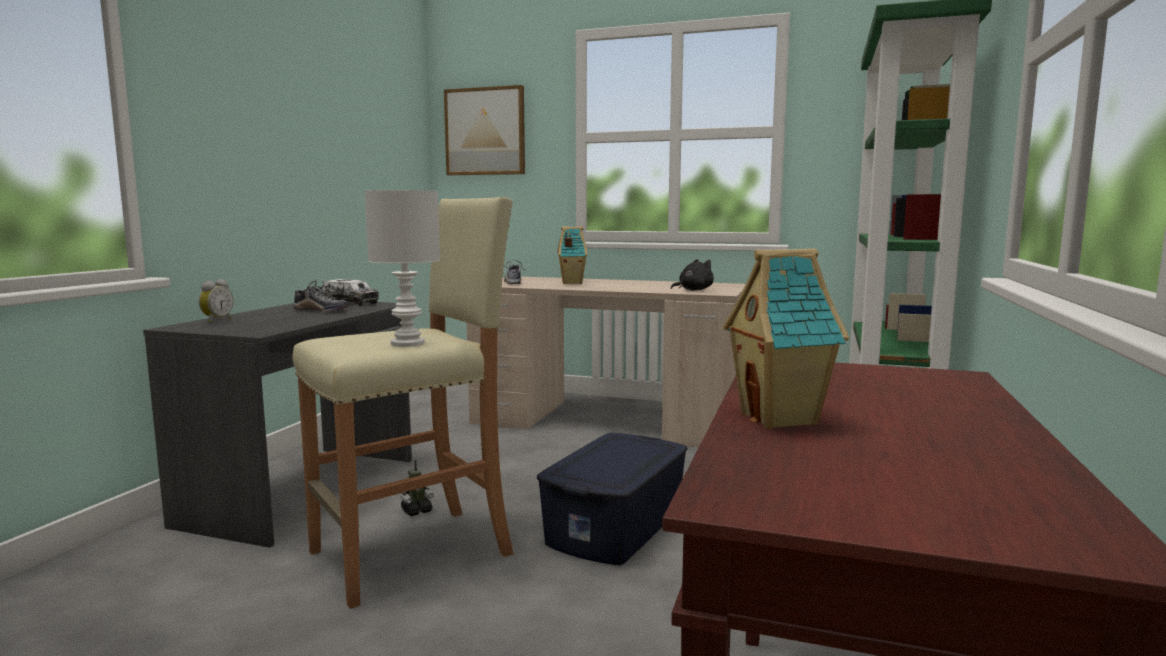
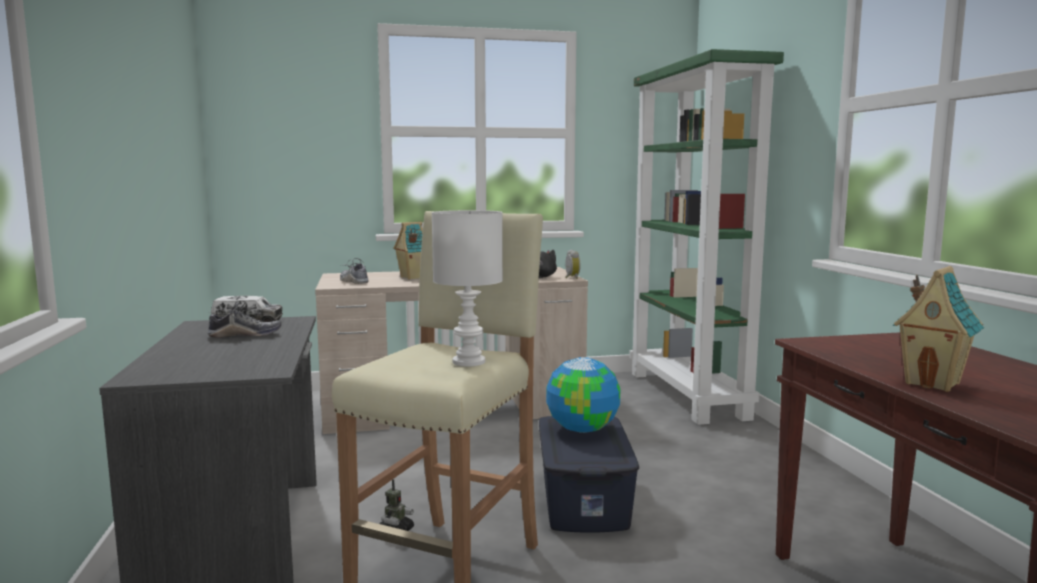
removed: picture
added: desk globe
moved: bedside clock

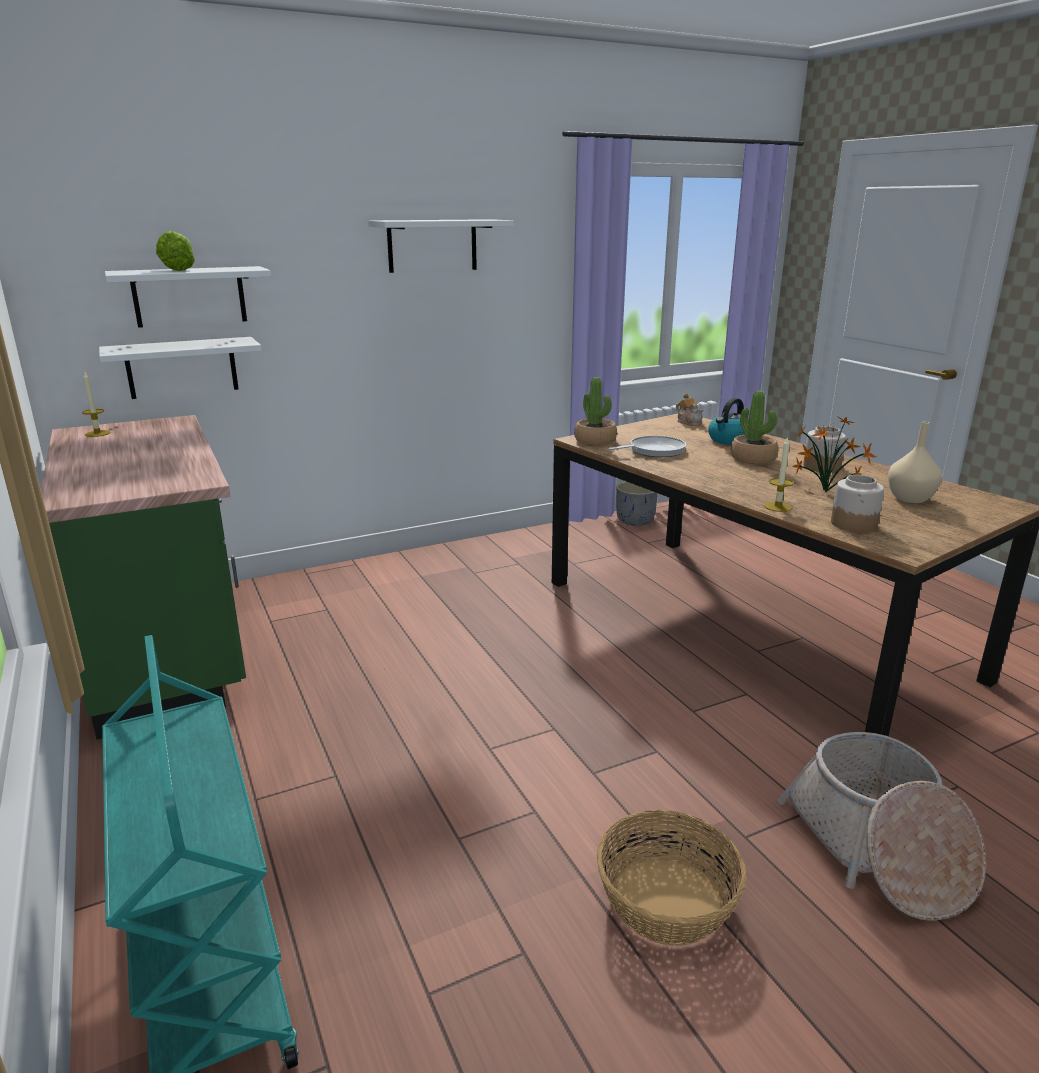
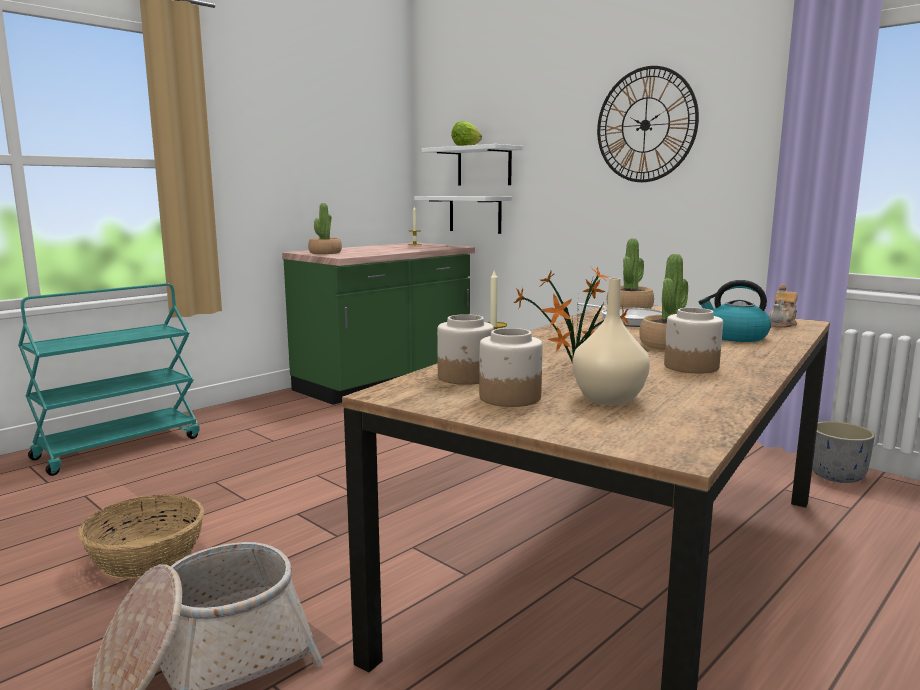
added: plant in a pot (1st from left); preserve jar (2nd from left)
replaced: whitish wall shelf (3rd from left) to wall clock

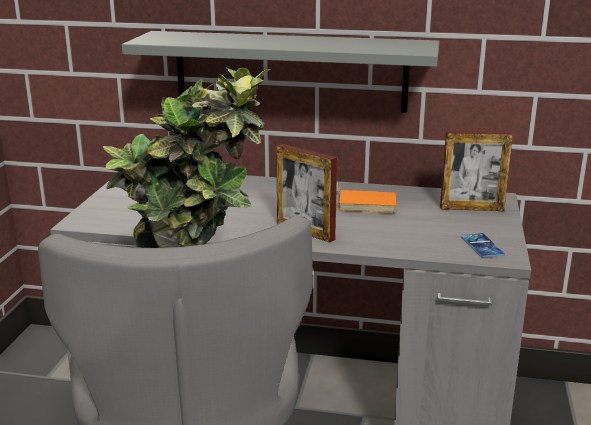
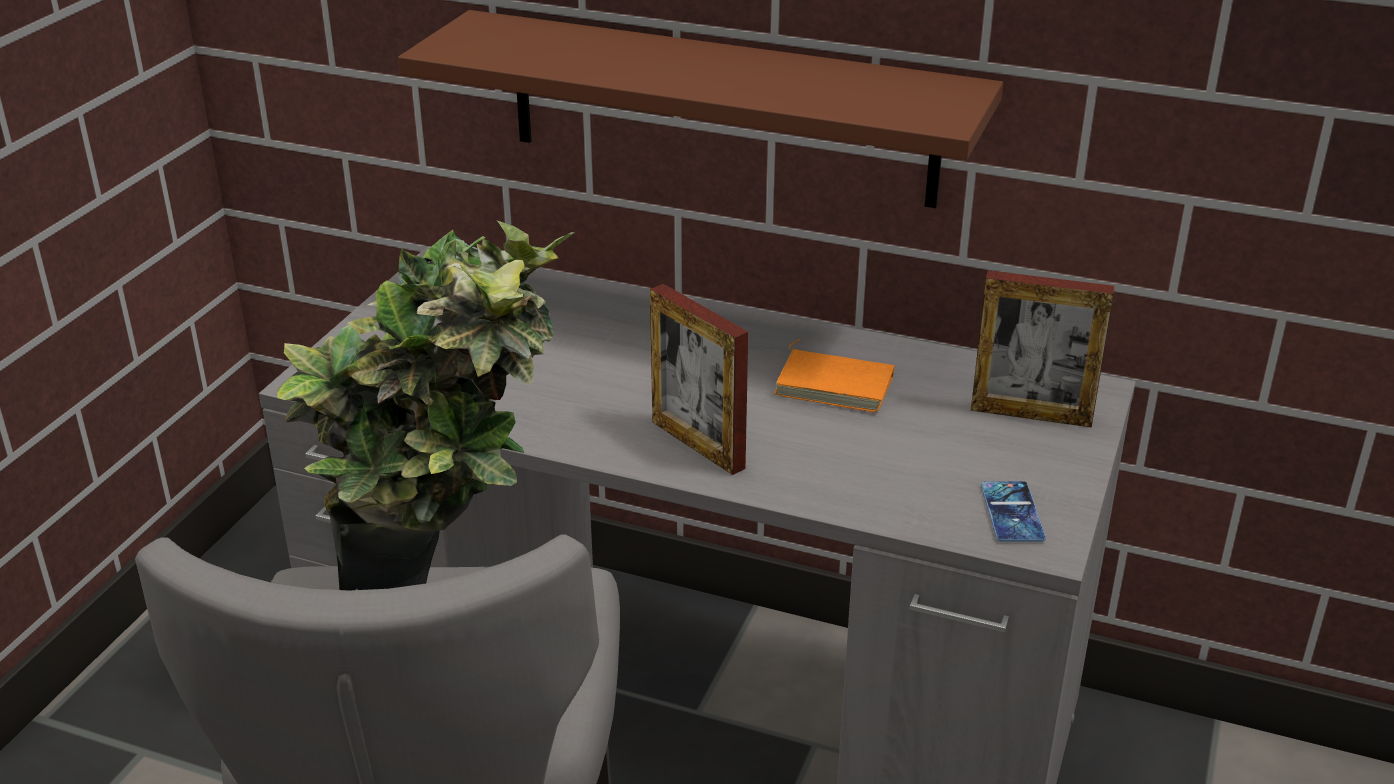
recoloured: gray wall shelf to brown wall shelf

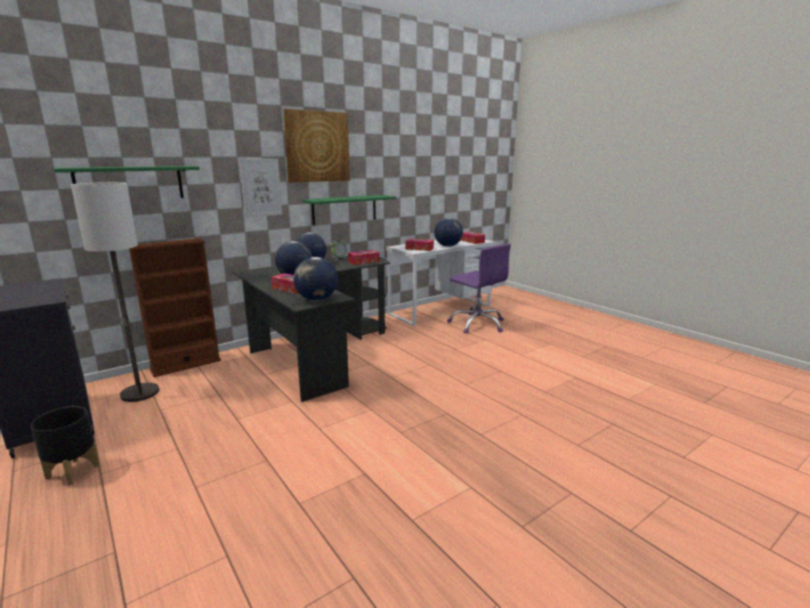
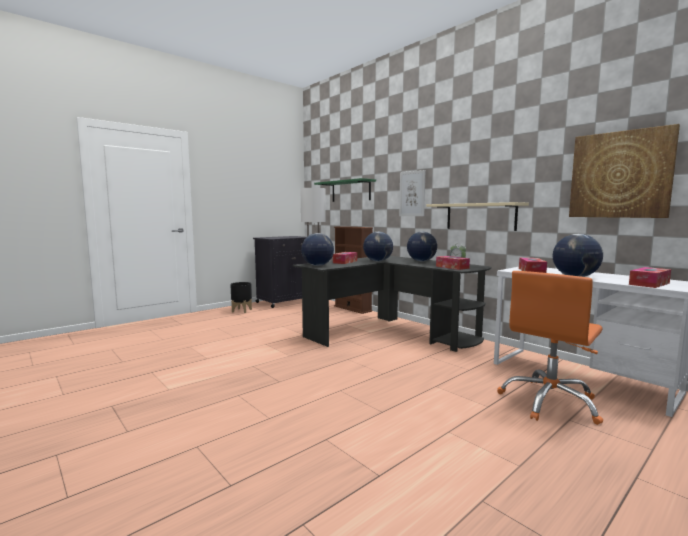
moved: picture (2nd from left)
recoloured: greenish wall shelf (2nd from left) to beige-coloured wall shelf; purplish desk chair to orange desk chair

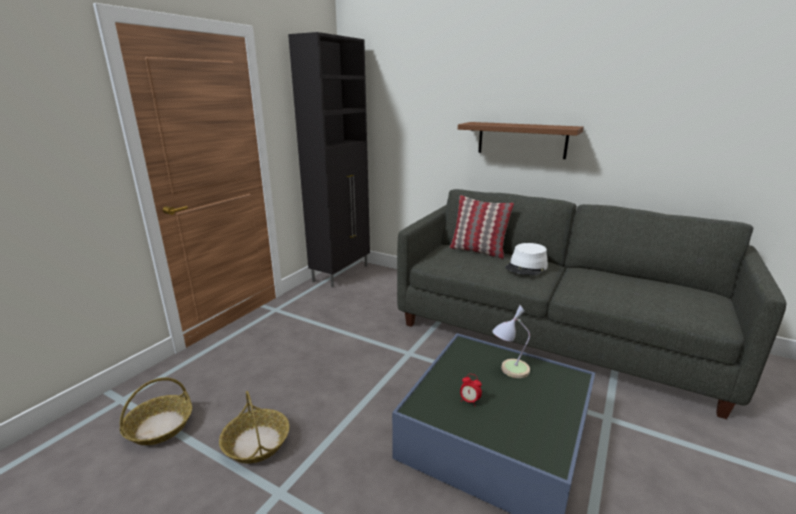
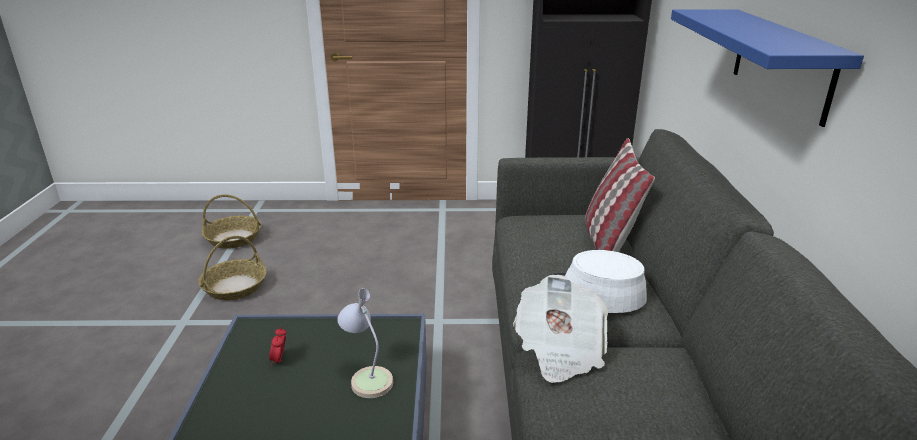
added: printed paper
recoloured: brown wall shelf to bluish wall shelf

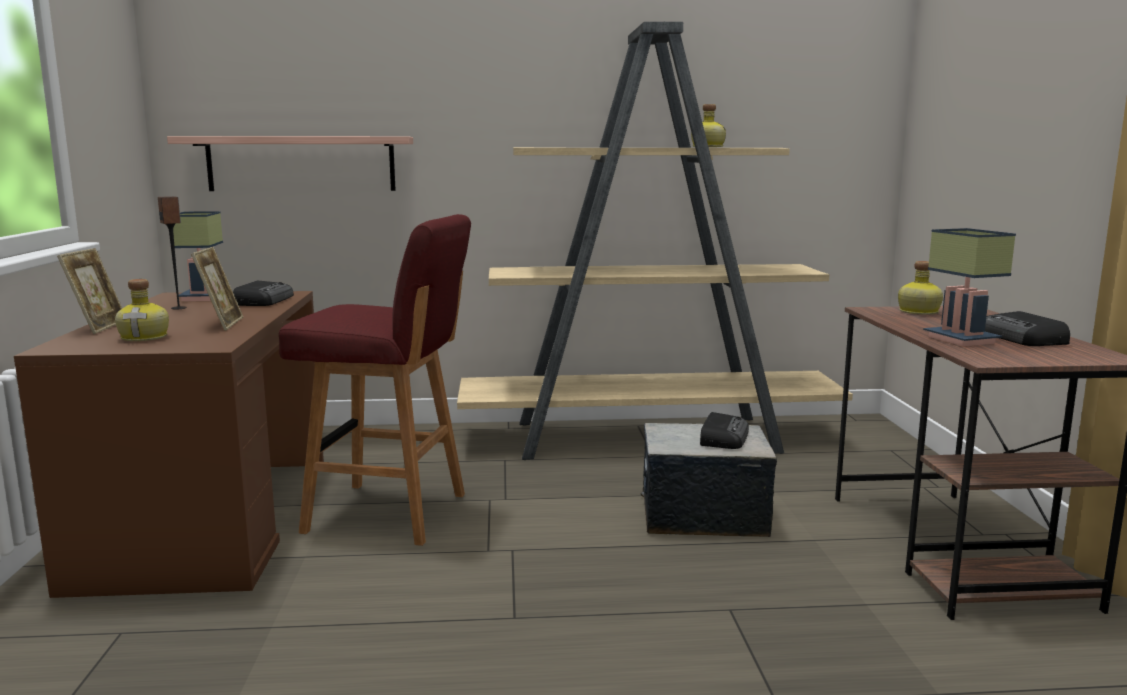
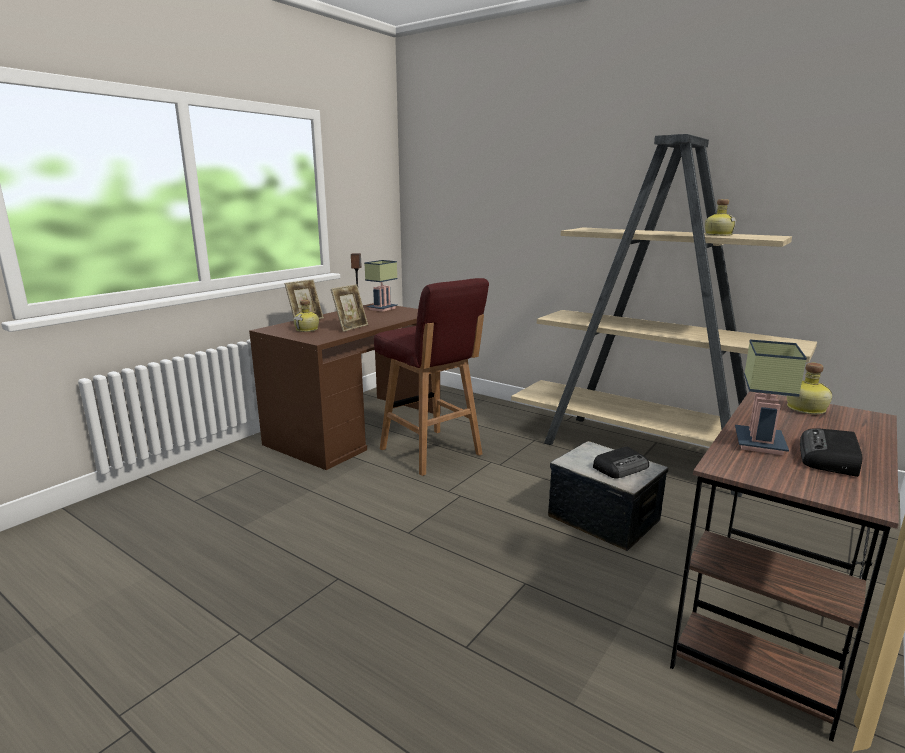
removed: wall shelf; radio set (1st from left)

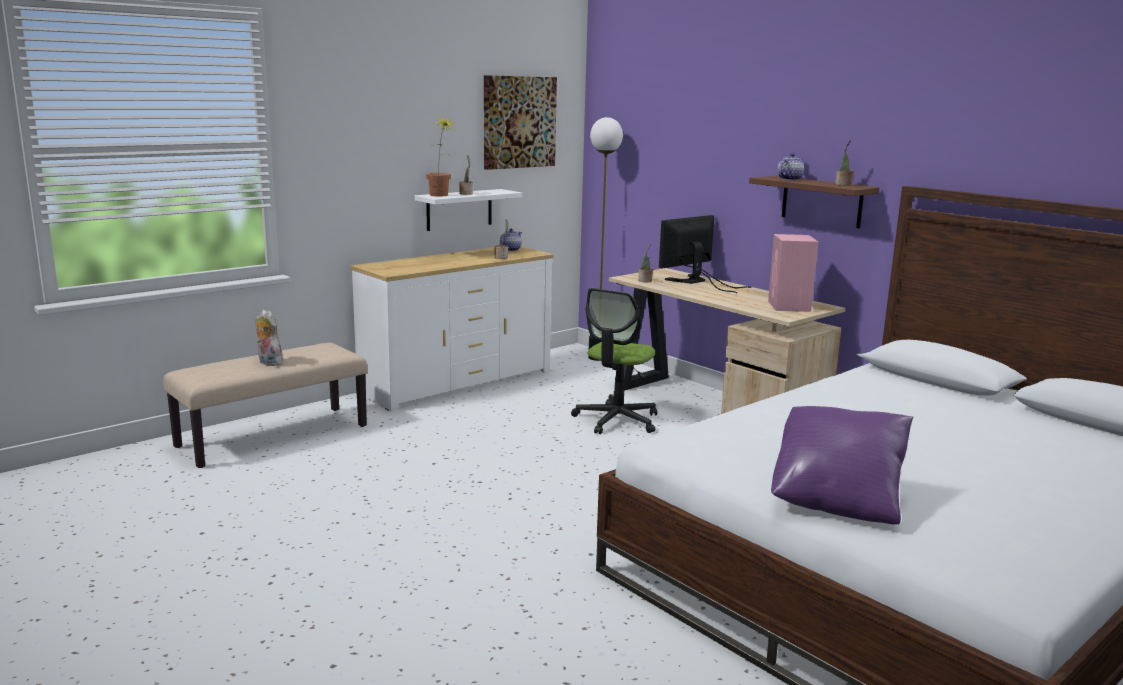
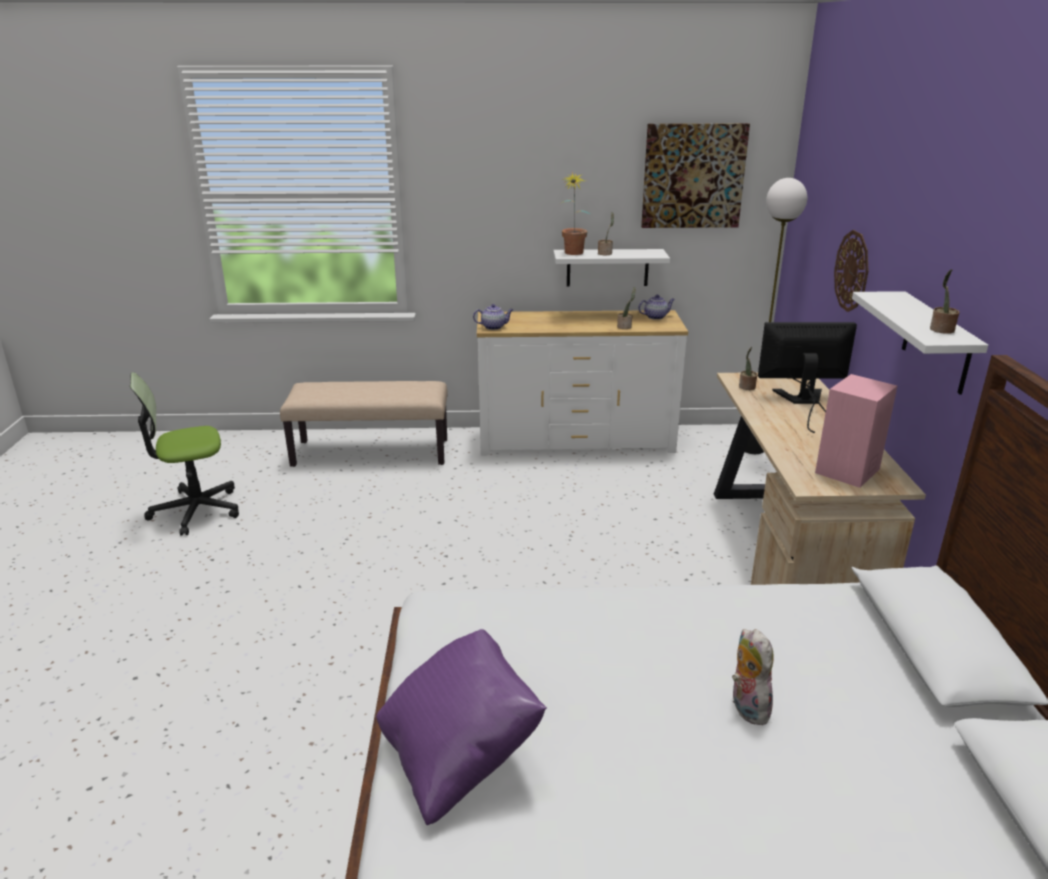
added: wall clock
moved: cuddly toy; desk chair; teapot (2nd from left in the first image) to teapot (1st from left)
recoloured: brown wall shelf to whitish wall shelf (2nd from left)

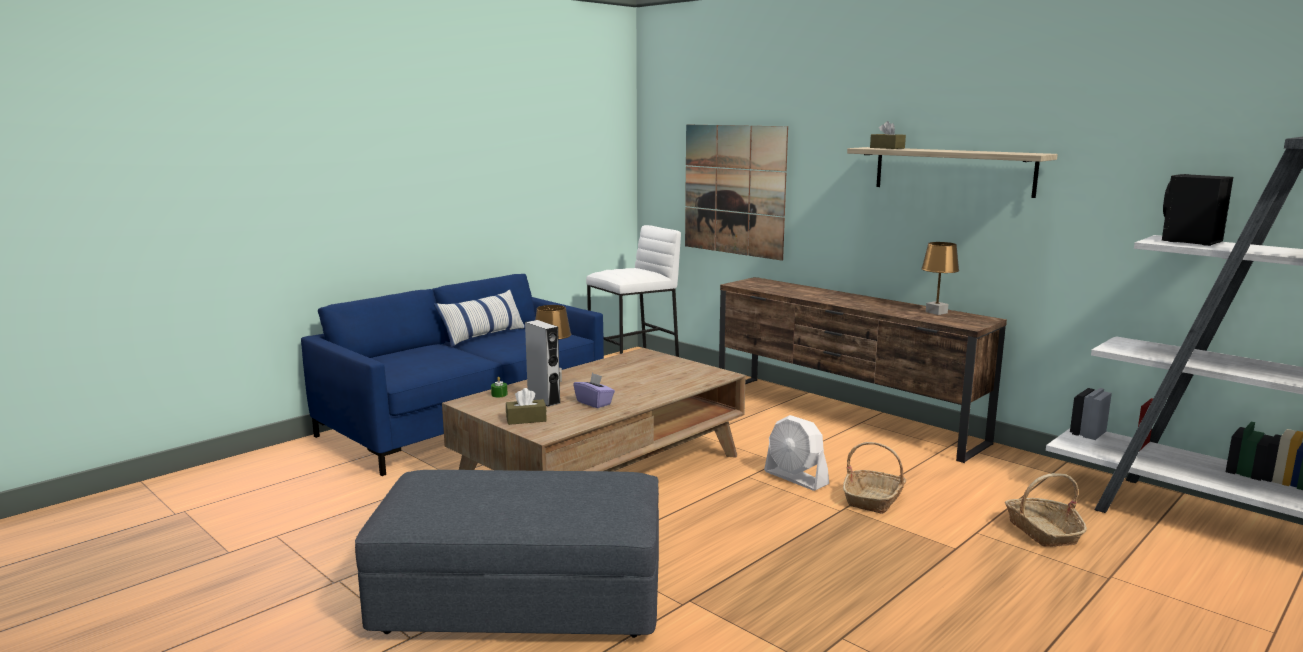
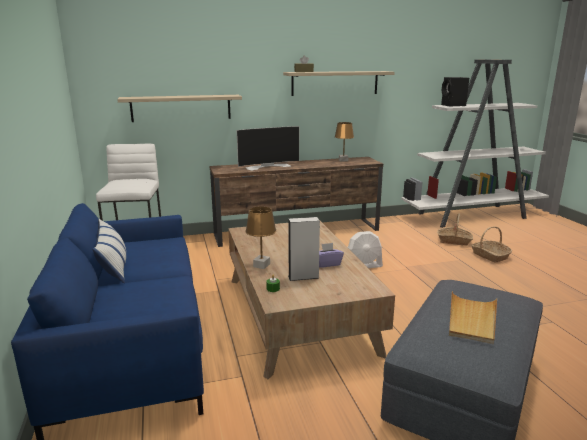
removed: brown tissue holder (1st from left)
added: TV; beige-coloured carrying tray
moved: household basket (1st from left in the first image) to household basket (2nd from left)
replaced: picture to wall shelf (1st from left)

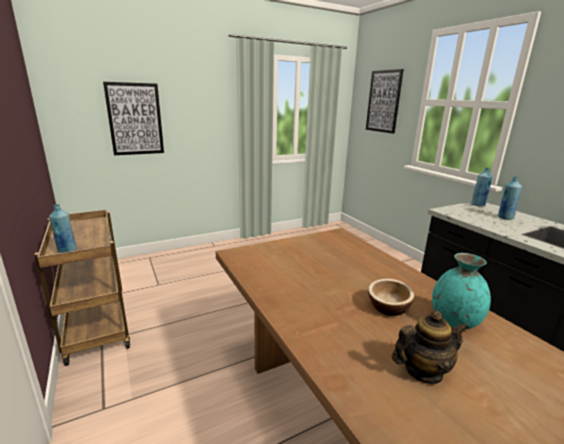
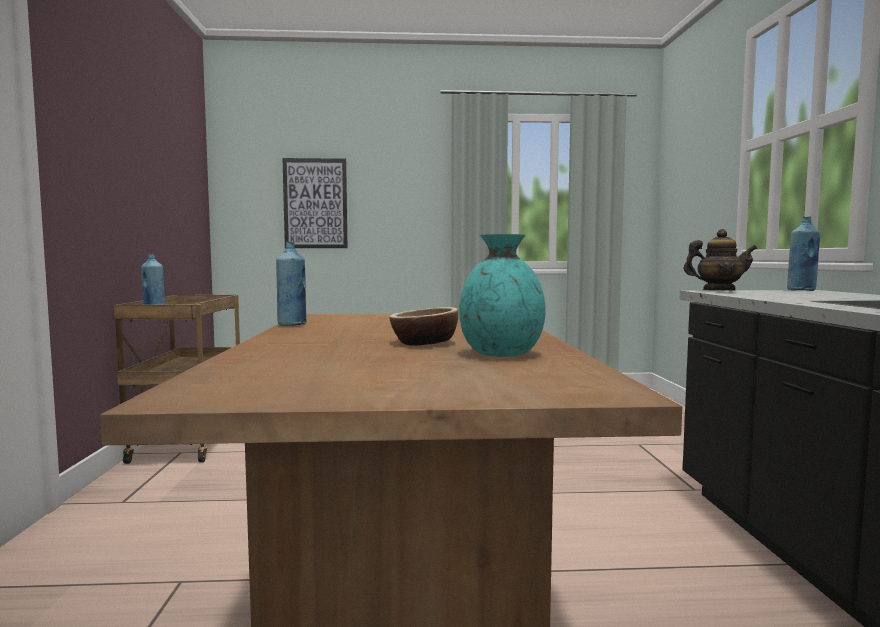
removed: picture (2nd from left)
moved: teapot; bluish beverage bottle (3rd from left in the first image) to bluish beverage bottle (2nd from left)

